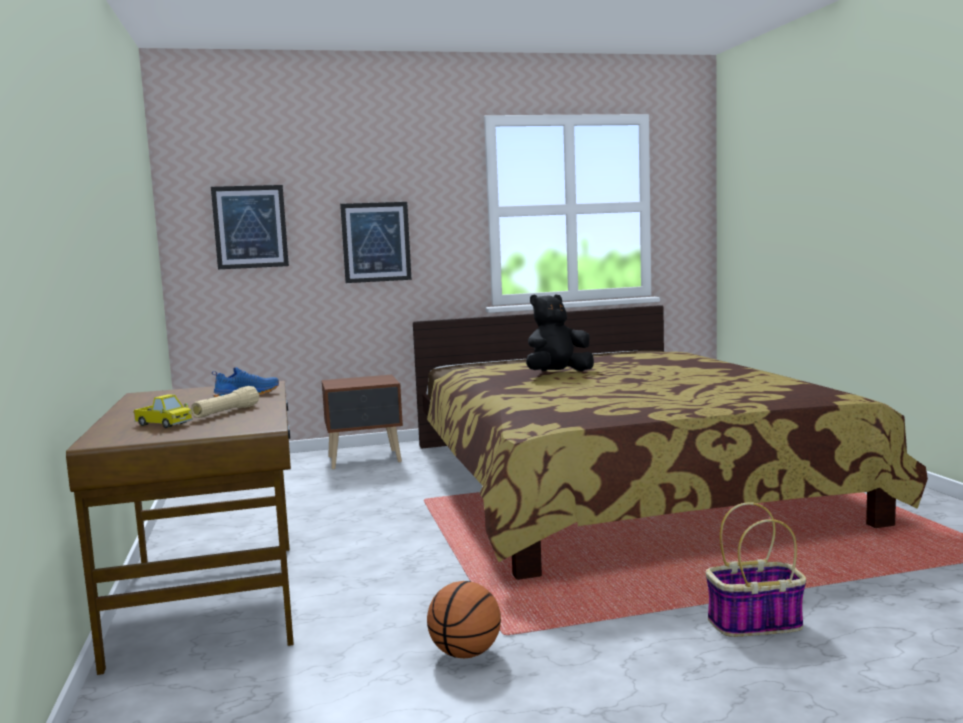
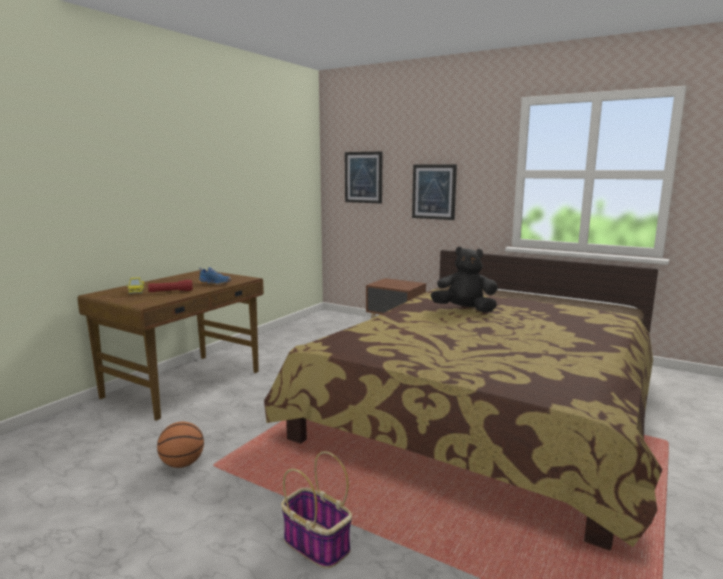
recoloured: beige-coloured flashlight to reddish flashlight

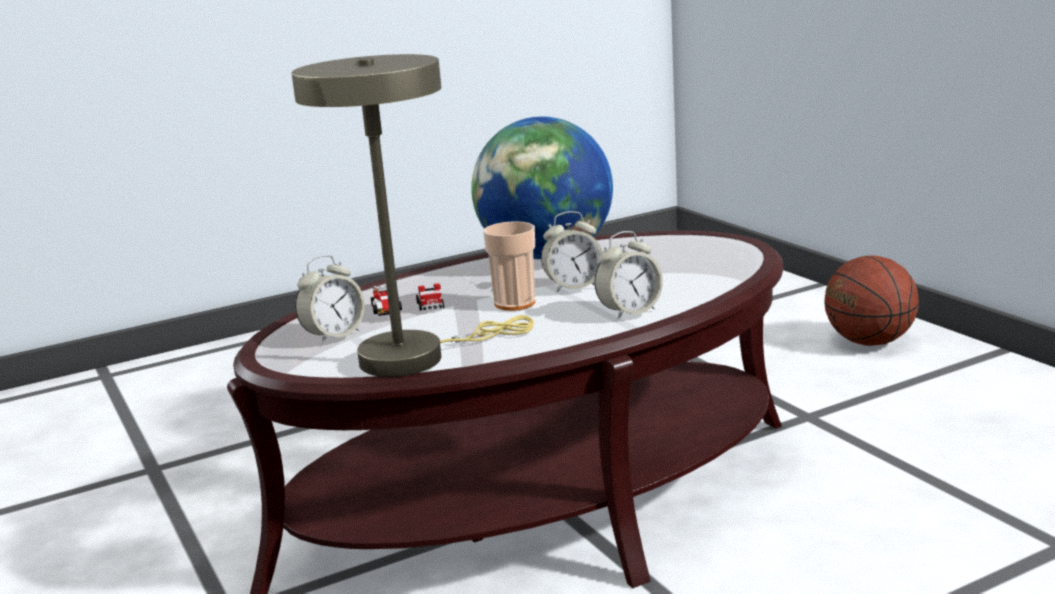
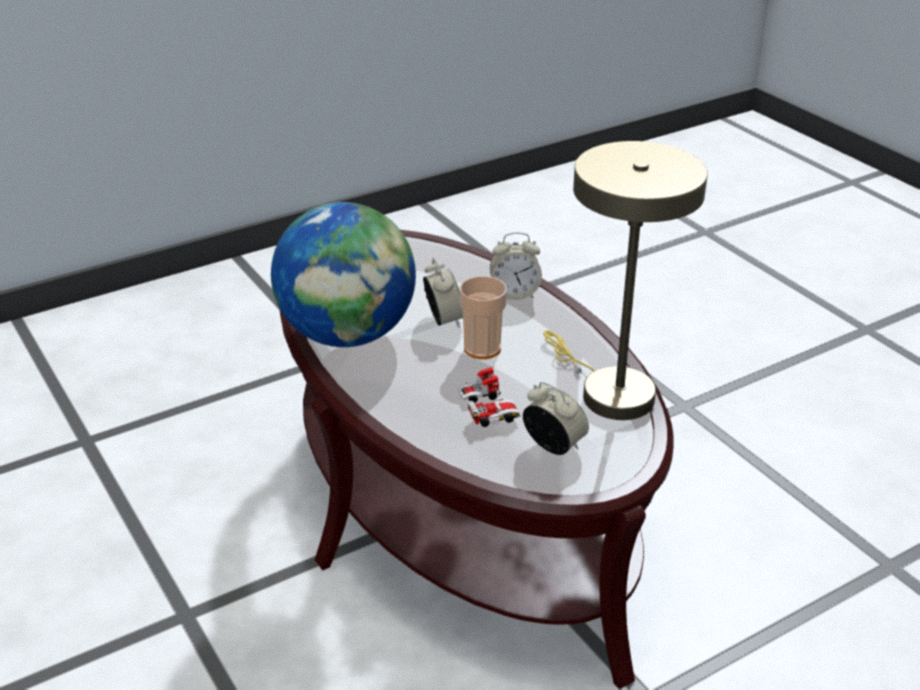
removed: ball for basketball
turned: bedside clock (3rd from left in the first image) 120 degrees clockwise

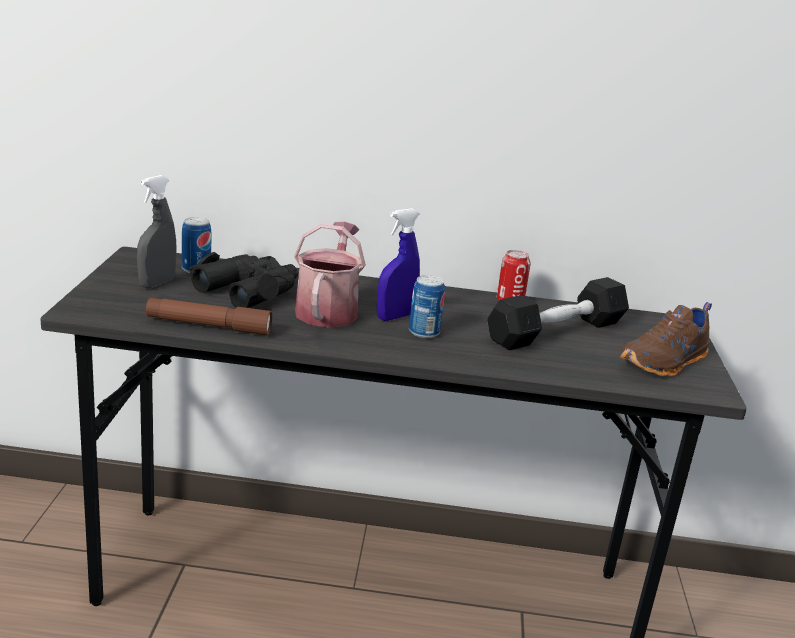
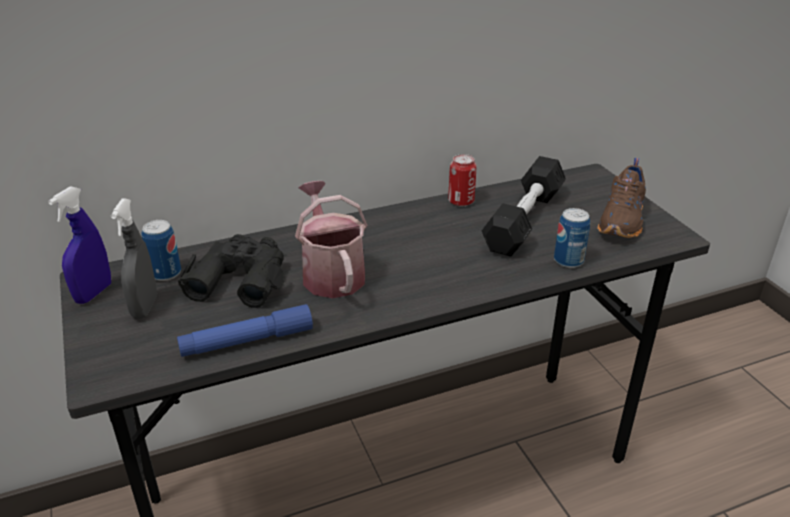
moved: bluish sprayer; sealed can (2nd from left in the first image) to sealed can (3rd from left)
recoloured: brown flashlight to bluish flashlight

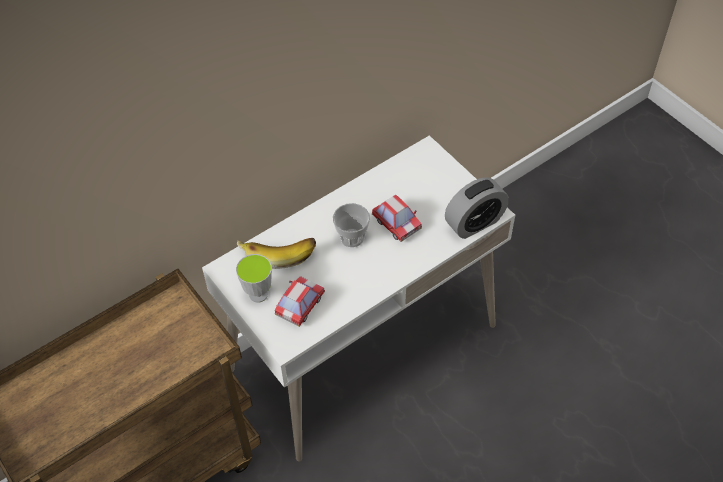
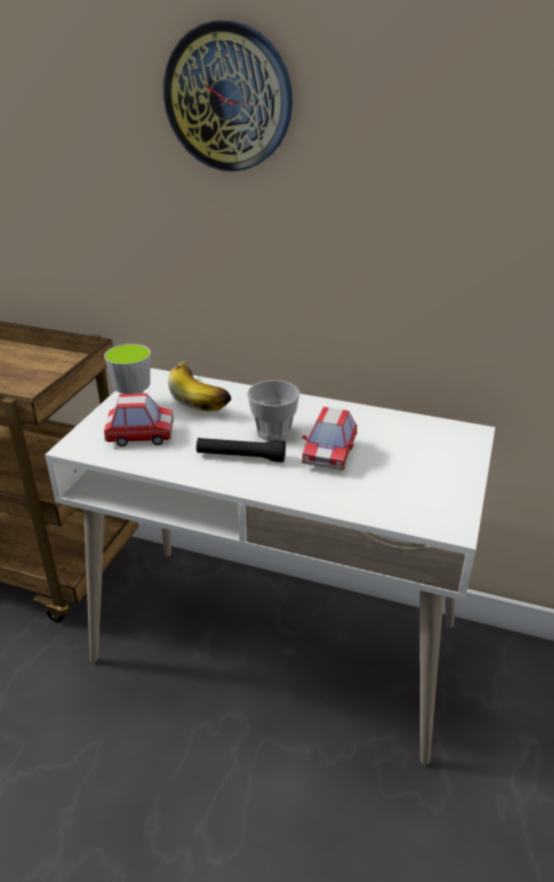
removed: bedside clock
added: wall clock; black flashlight

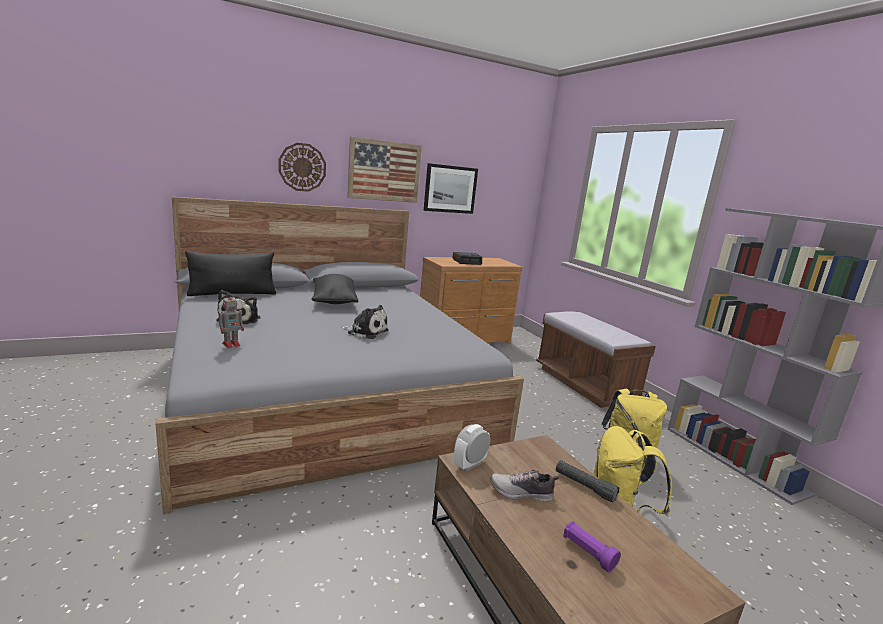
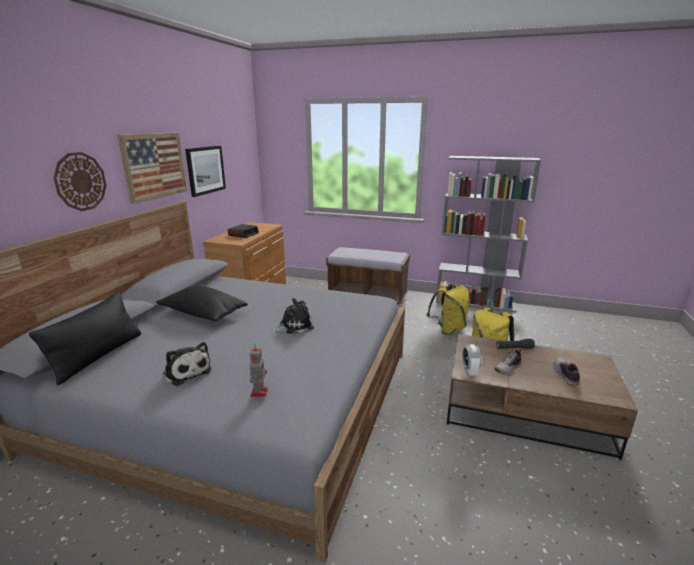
replaced: purplish flashlight to low shoe (2nd from left)

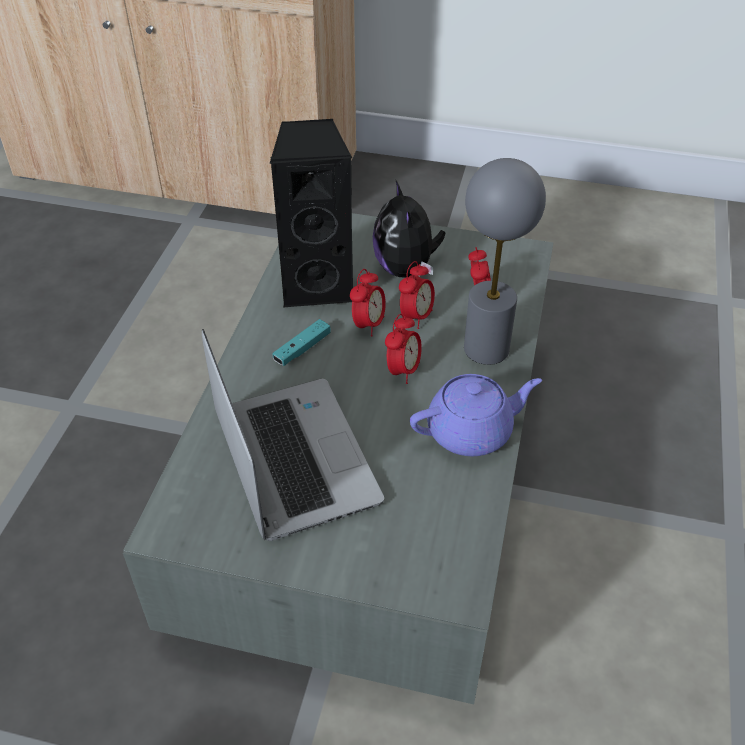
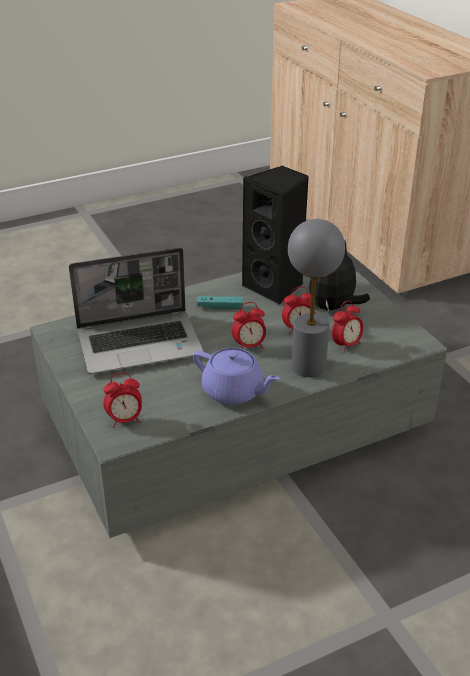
moved: bedside clock (1st from left)
turned: laptop 45 degrees clockwise

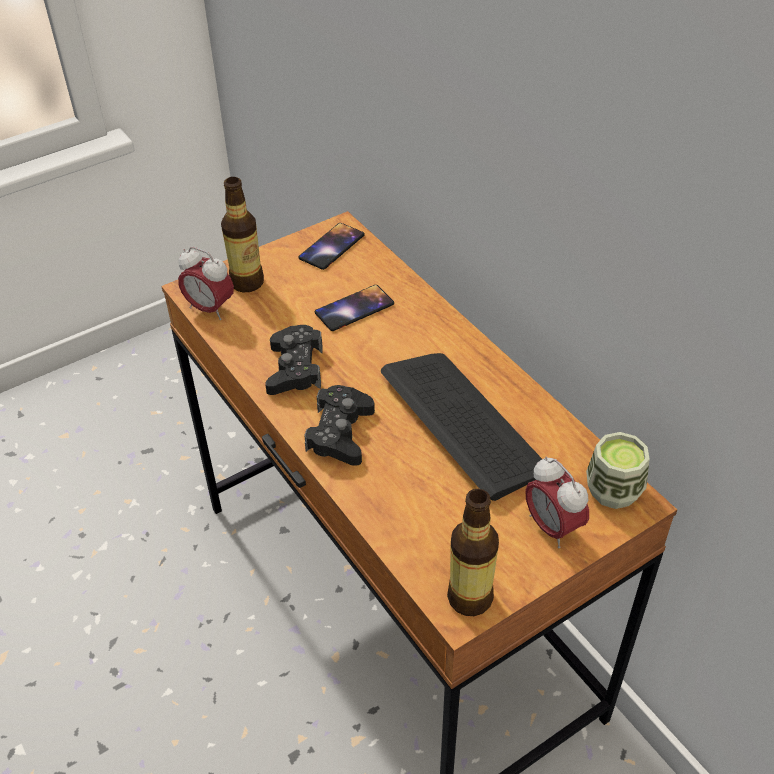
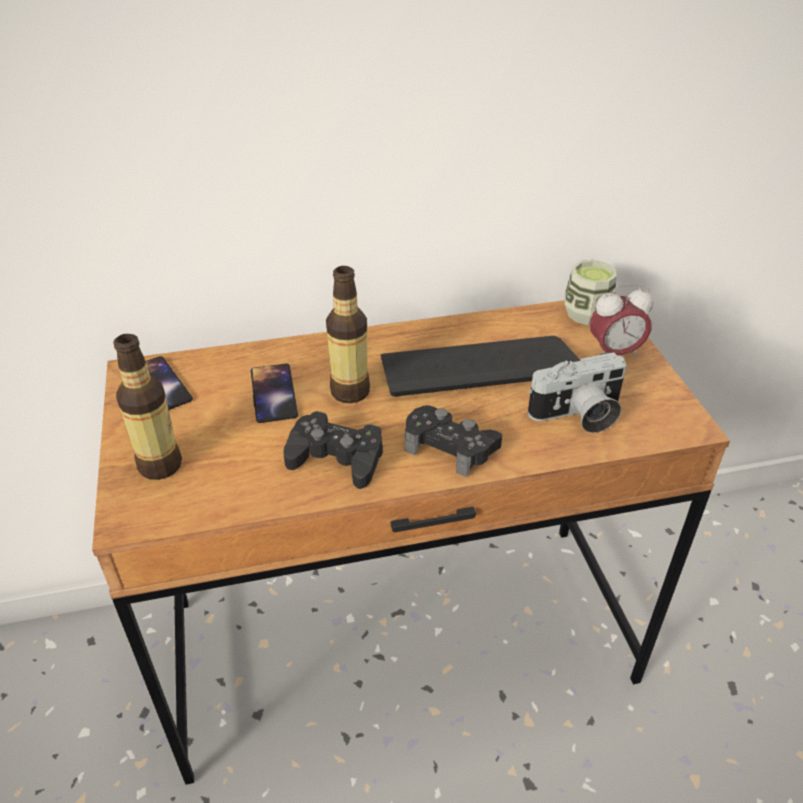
removed: bedside clock (1st from left)
added: still camera
moved: beverage bottle (2nd from left)

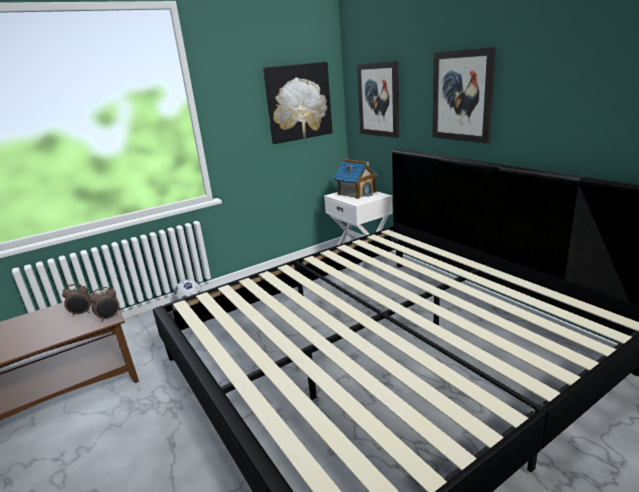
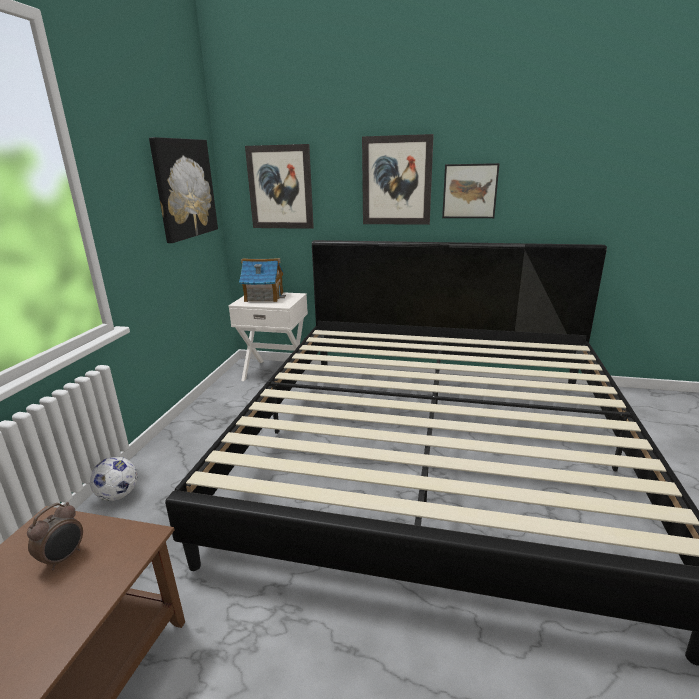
removed: bedside clock (2nd from left)
added: picture (4th from left)

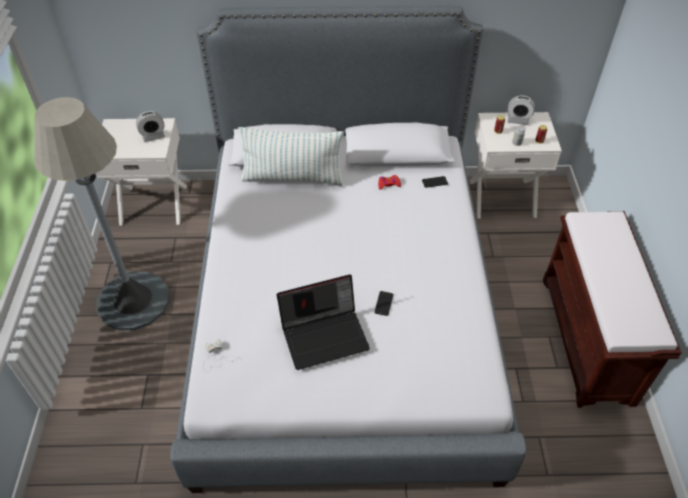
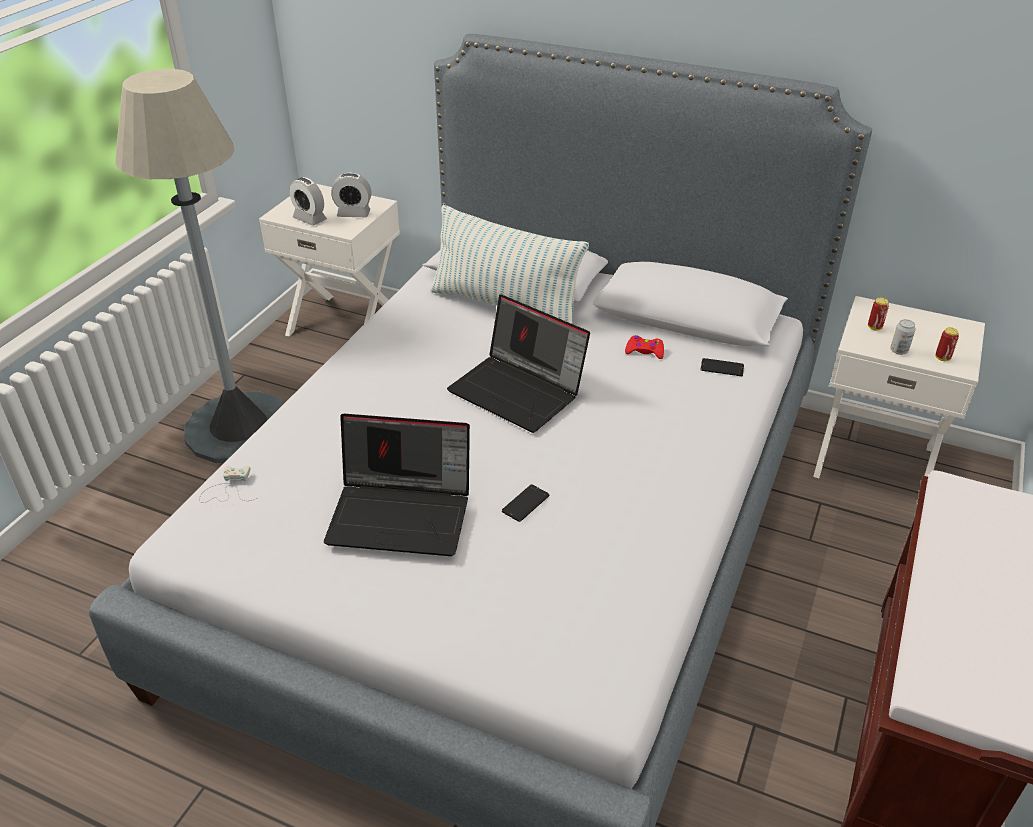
added: laptop (2nd from left)
moved: bedside clock (2nd from left in the first image) to bedside clock (1st from left)

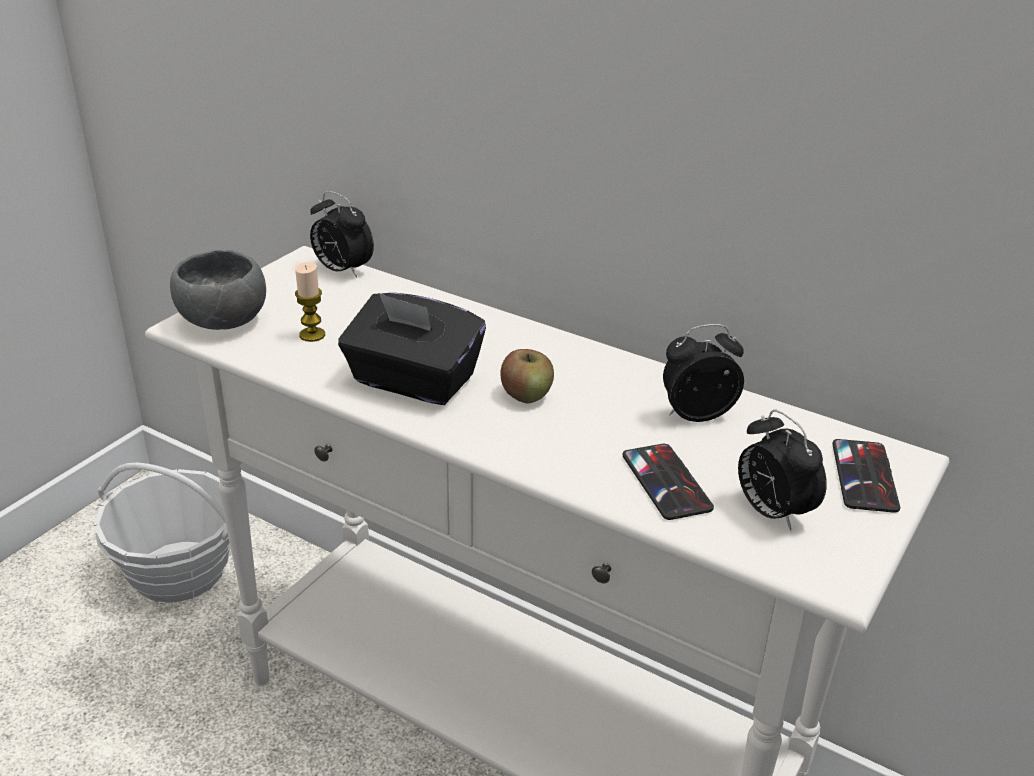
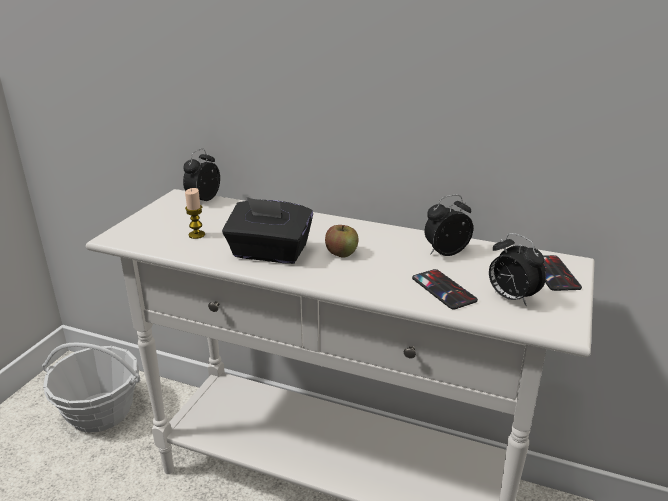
removed: gray bowl
turned: bedside clock (1st from left) 90 degrees clockwise

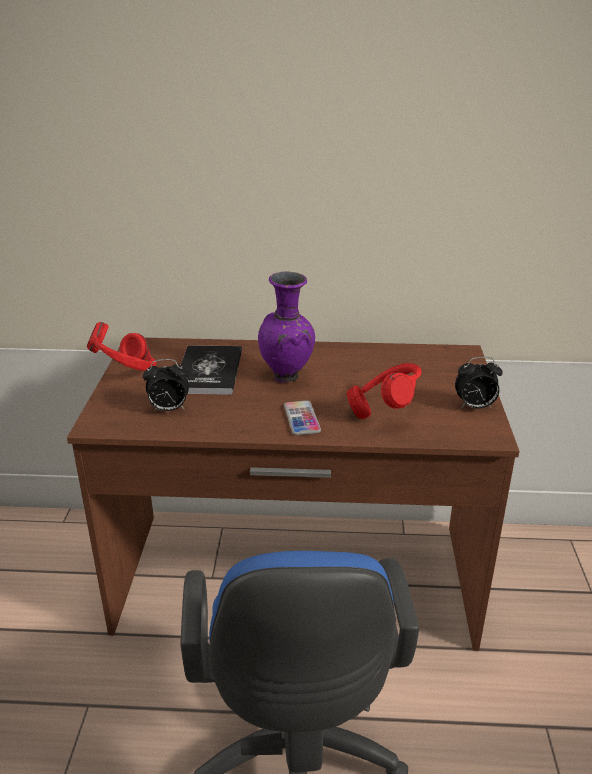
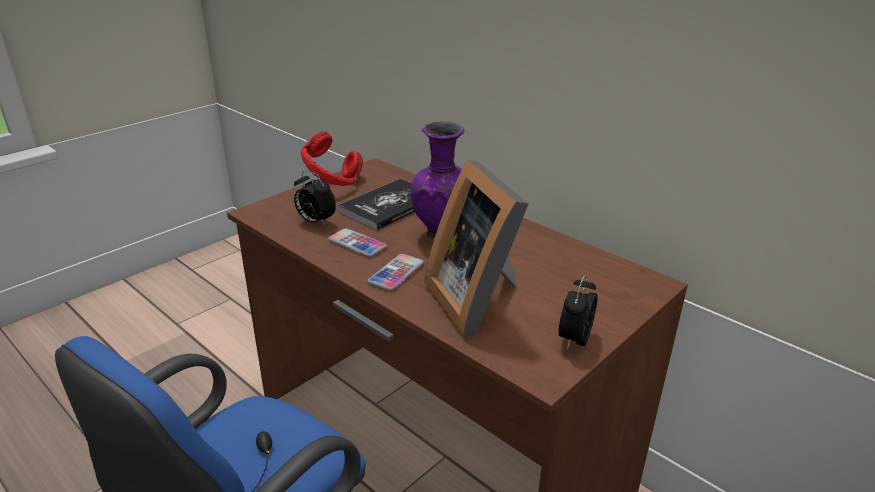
added: telephone (1st from left)
replaced: reddish headset (2nd from left) to picture frame
turned: bedside clock (2nd from left) 75 degrees clockwise

